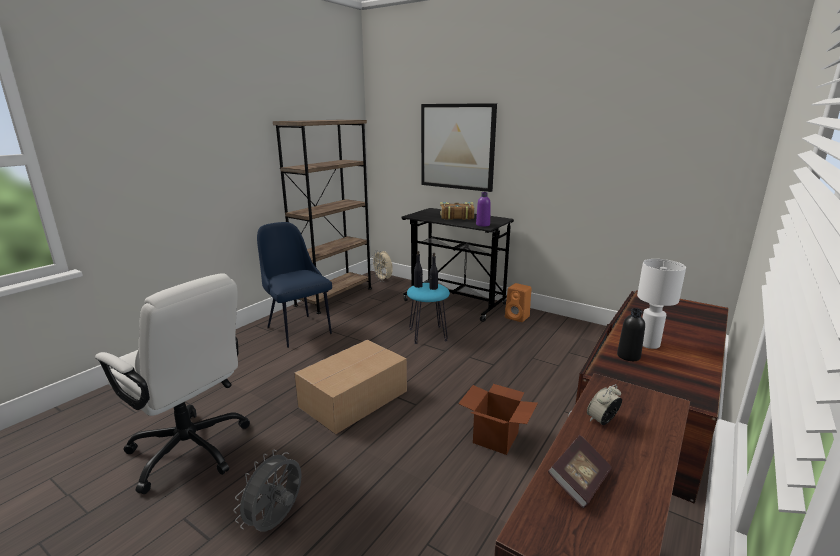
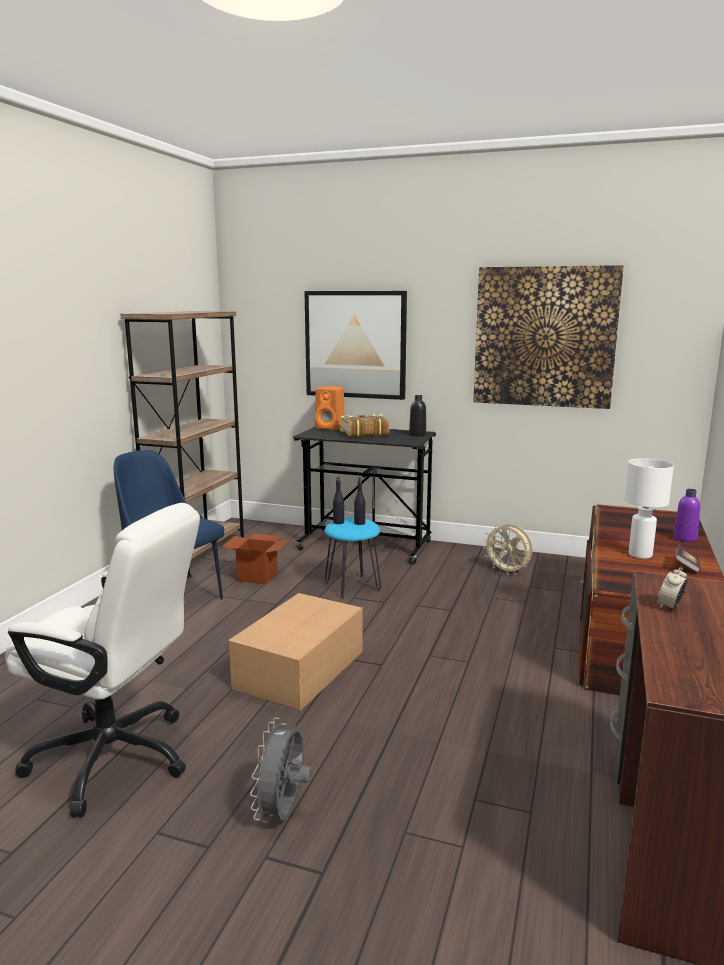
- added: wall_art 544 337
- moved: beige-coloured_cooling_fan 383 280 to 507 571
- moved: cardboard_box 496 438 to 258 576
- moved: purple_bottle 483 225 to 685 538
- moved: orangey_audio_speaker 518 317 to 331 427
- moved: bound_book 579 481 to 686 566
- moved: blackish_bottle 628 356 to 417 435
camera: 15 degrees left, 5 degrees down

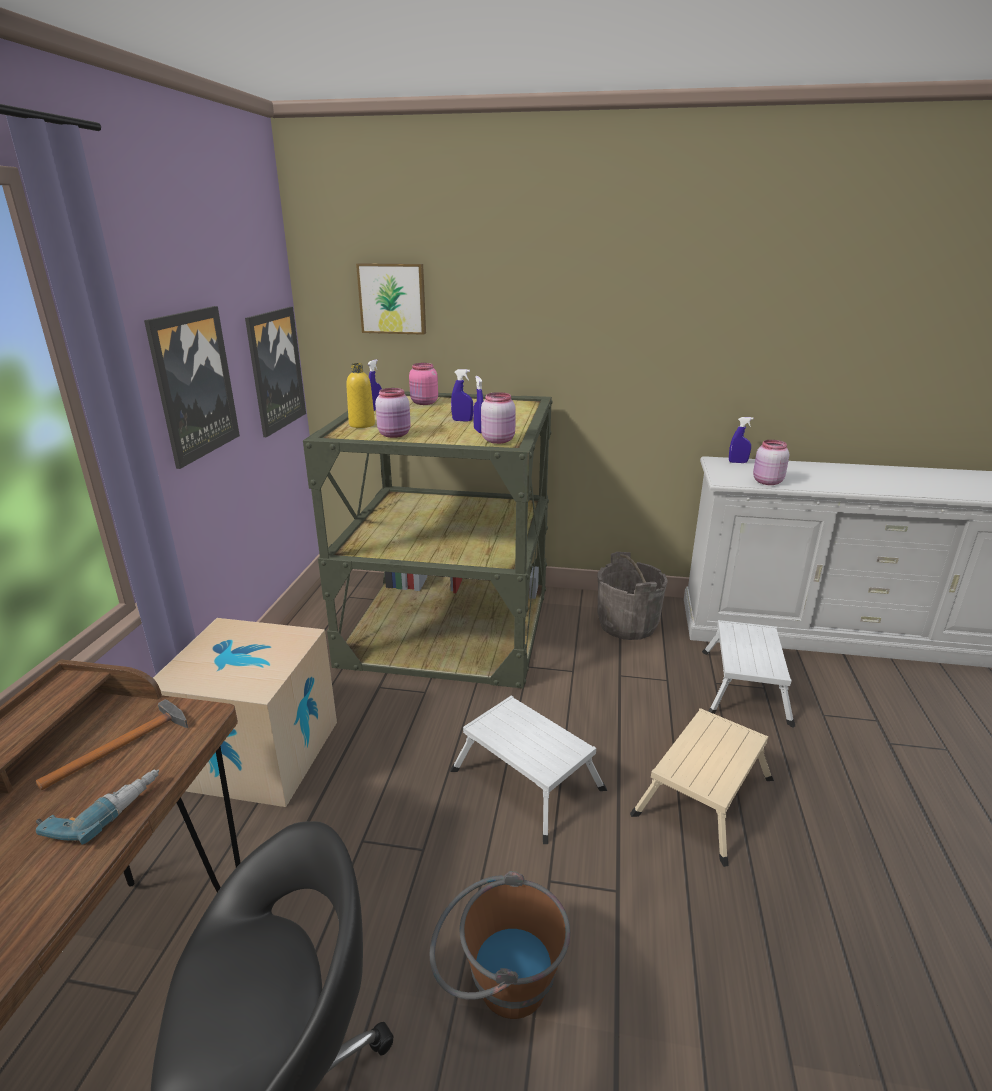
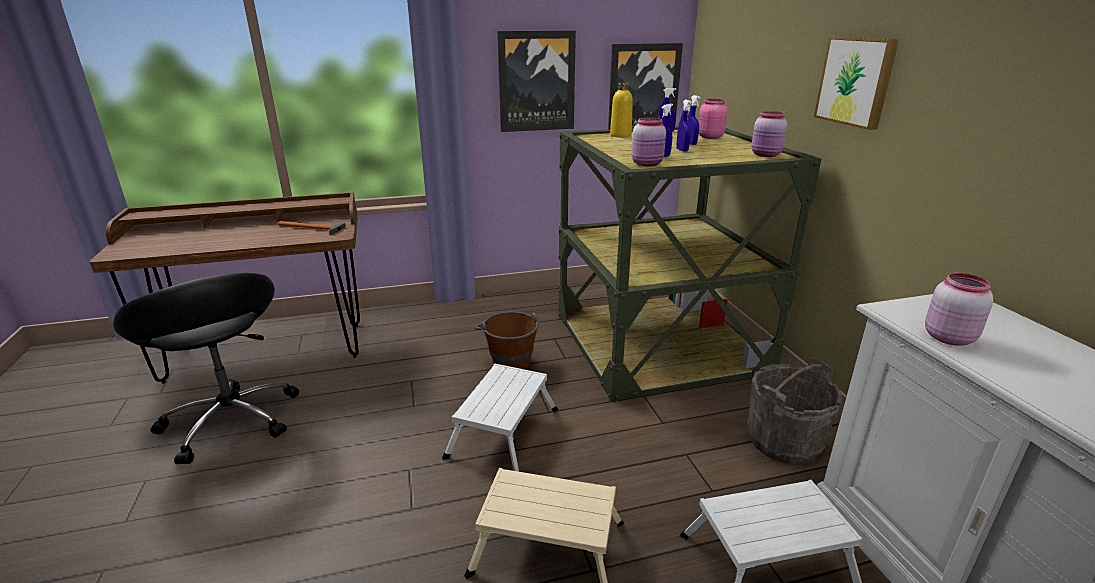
- removed: electric_drill 103 809
- removed: cardboard_box 258 753
- moved: wall_art 393 298 to 856 81
- moved: pink-coloured_jar 395 435 to 766 155
- moved: brown_water_bucket 497 983 to 508 359
- moved: blue_spray_bottle 738 462 to 690 143
camera: 65 degrees right, 0 degrees up

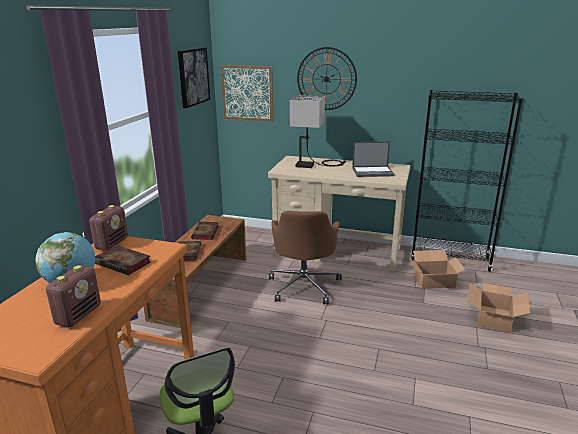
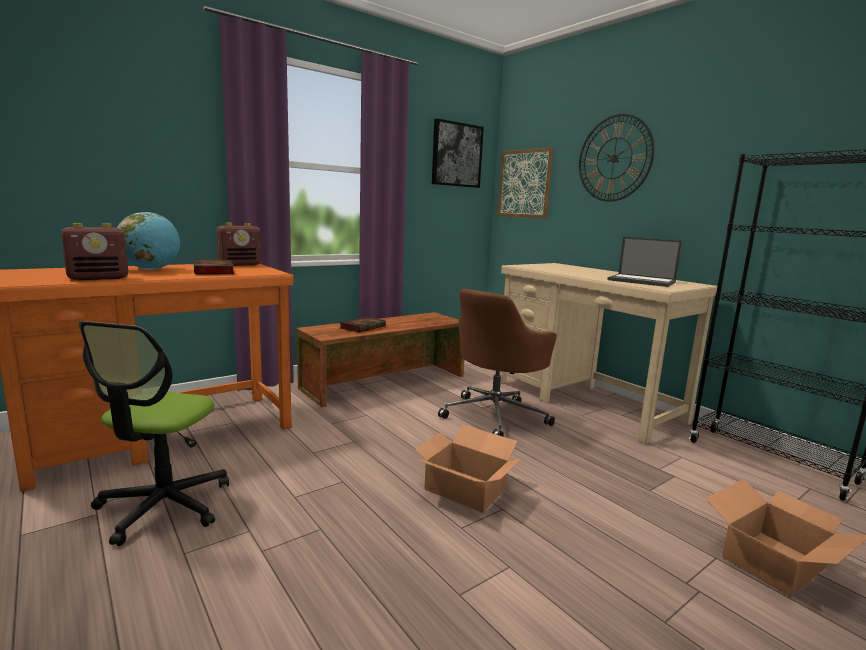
- removed: bound_book 205 233
- removed: tabletop_lamp 317 165
- moved: cardboard_box 433 281 to 465 488
camera: 35 degrees right, 10 degrees down

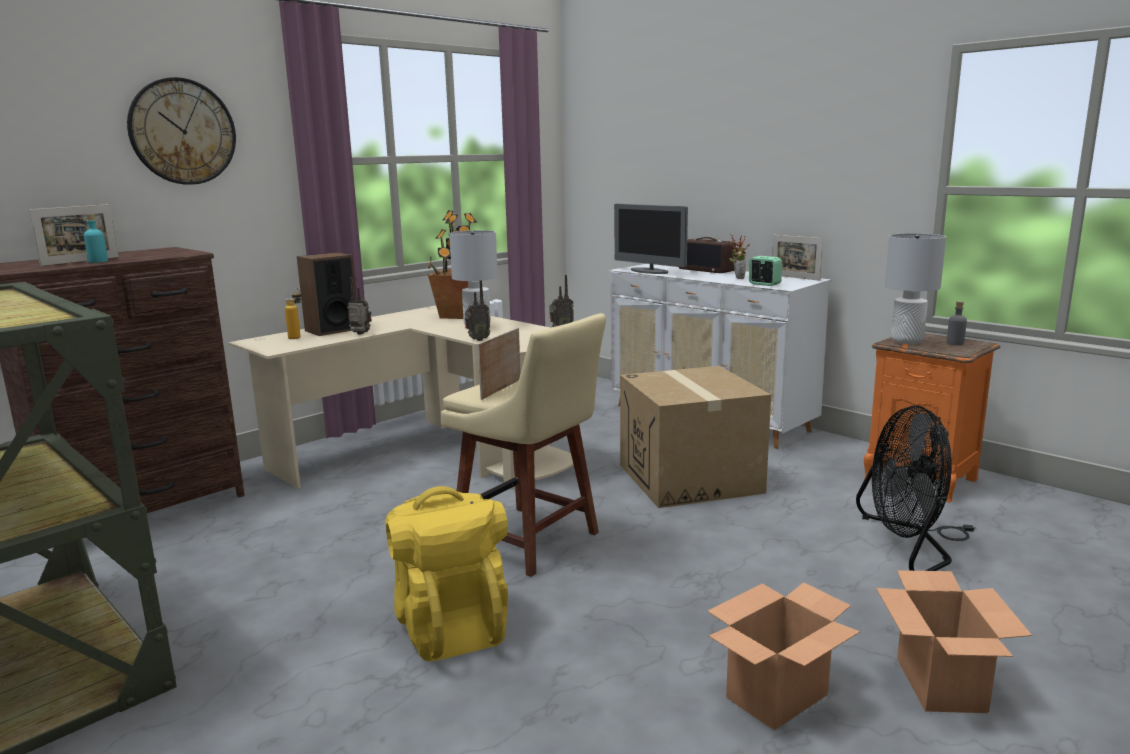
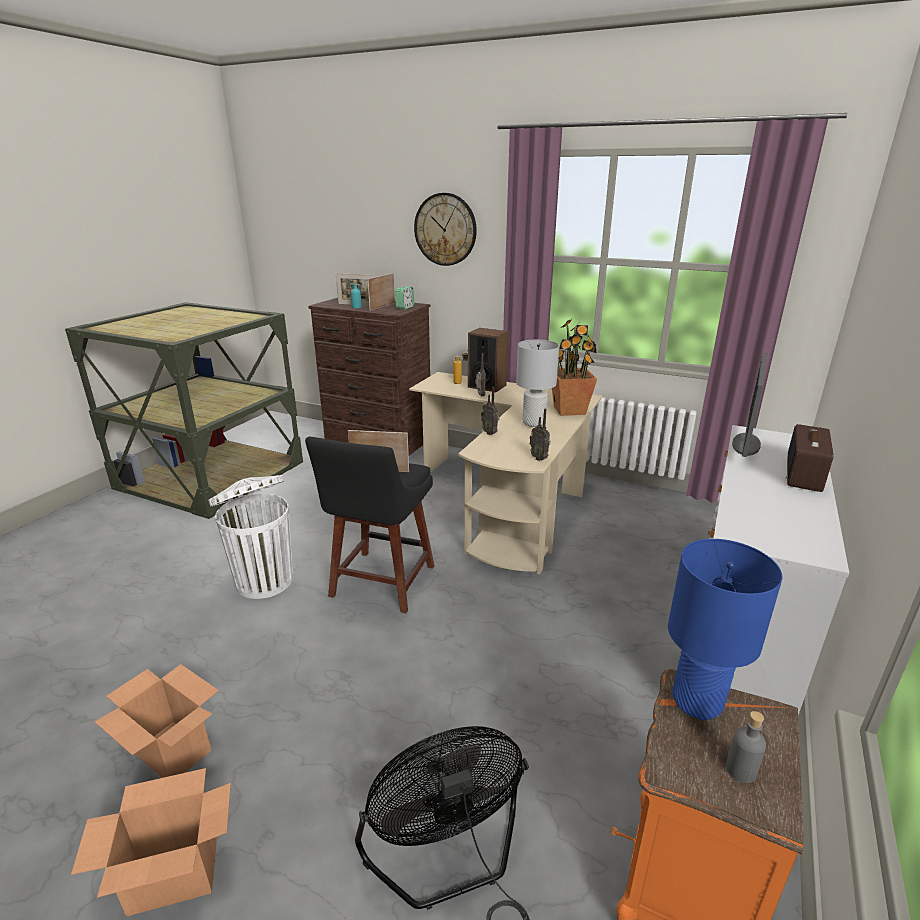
- removed: cardboard_box 690 478
- removed: houseplant 737 278
- moved: alarm_clock 764 284 to 405 307
- moved: standing_frame 795 277 to 382 307
- replaced: yellowish_backpack 451 625 to whitish_waste_bin 263 580
- recoloured: beige-coloured_stool 530 541 to blackish_stool 380 583
- recoloured: grey_tabletop_lamp 906 342 to blue_tabletop_lamp 695 705
camera: 70 degrees right, 10 degrees up

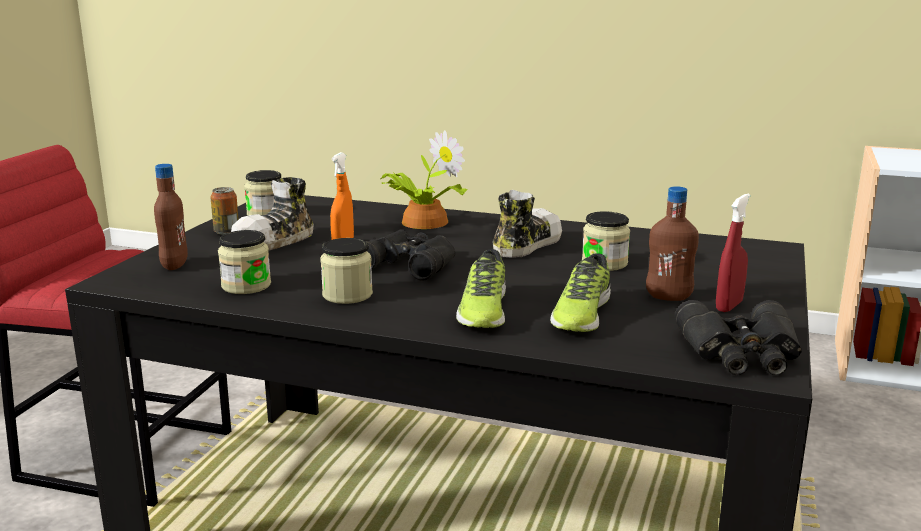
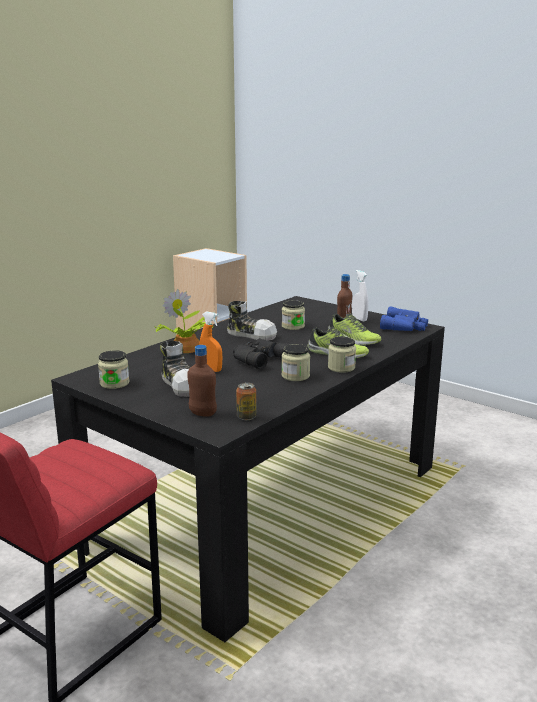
- moved: metal_can 226 232 to 246 417
- moved: jar 246 286 to 341 368
- recoloured: blackish_field_glasses 741 353 to blue_field_glasses 405 326
- recoloured: red-coloured_spray_bottle 729 306 to whitish_spray_bottle 359 319
- turned: low_shoe 524 245 = 251 335 150 degrees clockwise
camera: 70 degrees left, 0 degrees up

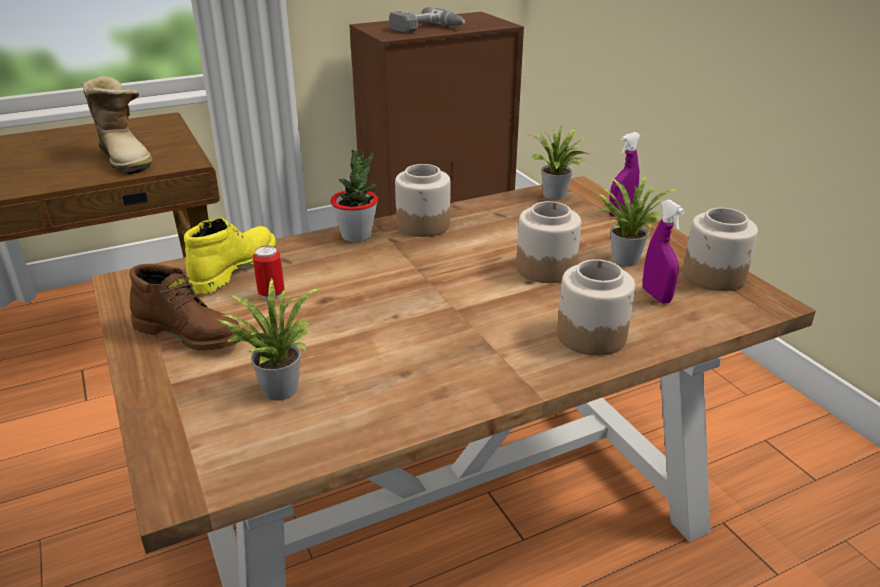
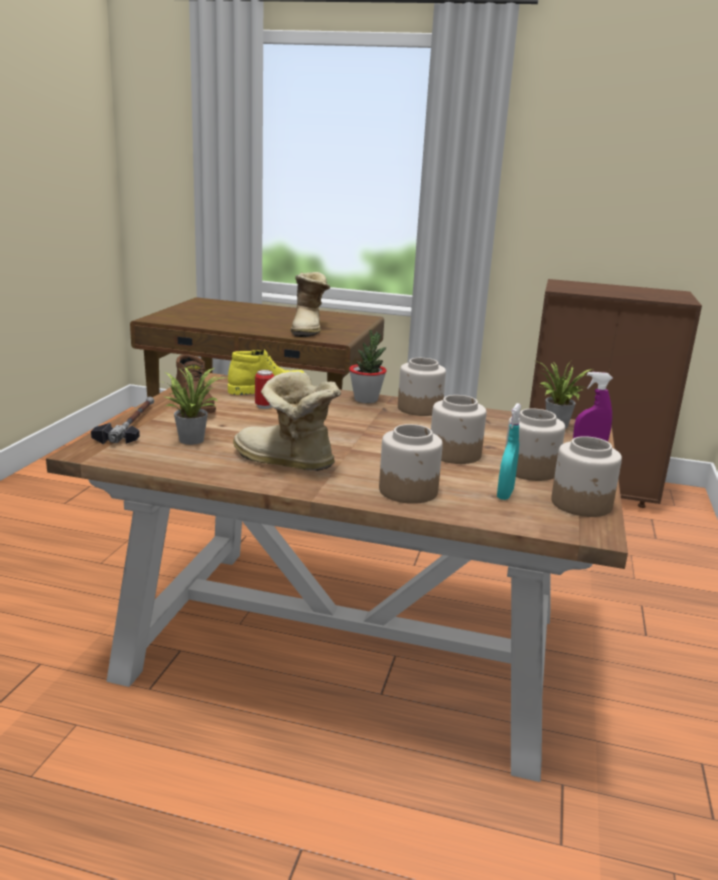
- removed: electric_drill 427 29
- added: hammer 131 424
- added: high-top_boot 283 463
- replaced: houseplant 624 258 to jar 529 470
- recoloured: purple_spray_bottle 656 296 to turquoise-coloured_spray_bottle 505 494
camera: 40 degrees right, 10 degrees down

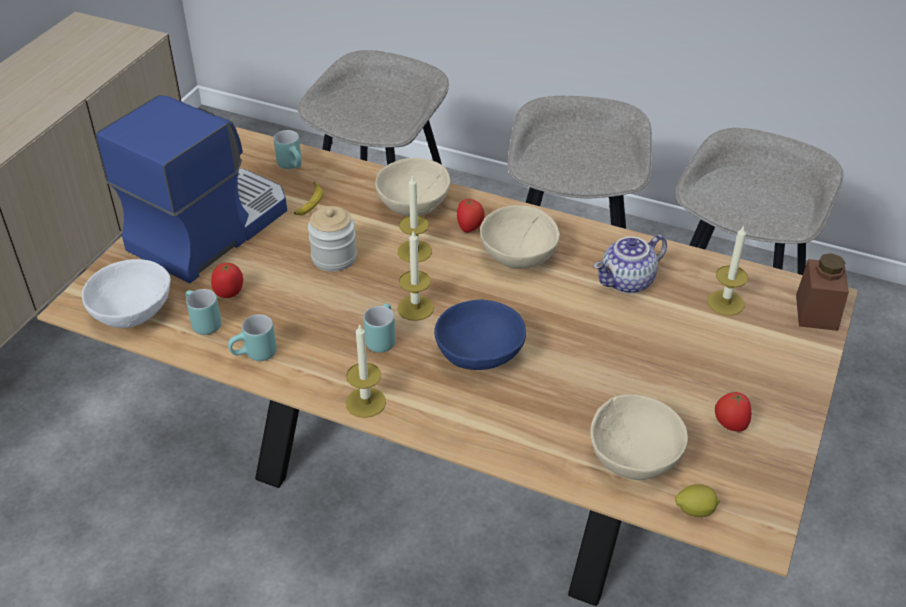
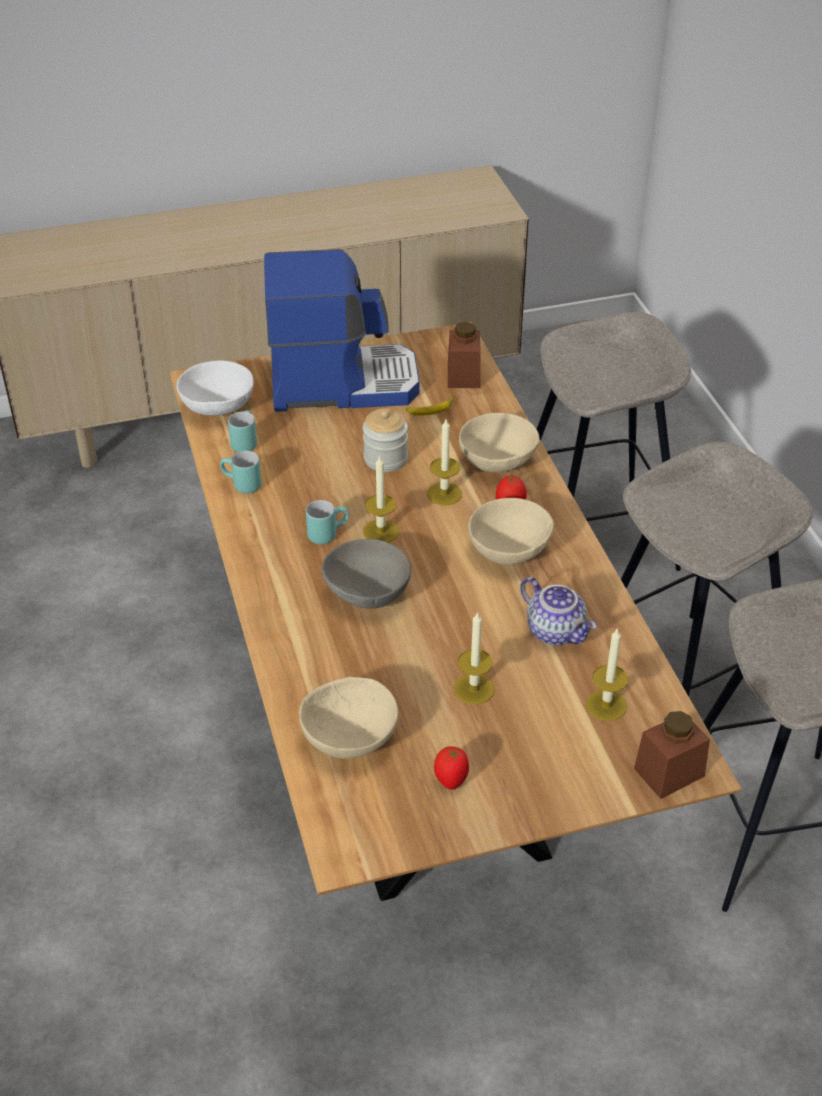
- removed: whole_tomato 229 293
- removed: whole_lemon 694 510
- moved: candle 365 402 to 474 689
- replaced: turquoise-coloured_mug 293 165 to brown_jar 463 376
- recoloured: blue_serving_bowl 480 356 to grey_serving_bowl 368 594
- turned: teapot 627 282 = 557 631 150 degrees counterclockwise
camera: 50 degrees right, 0 degrees up

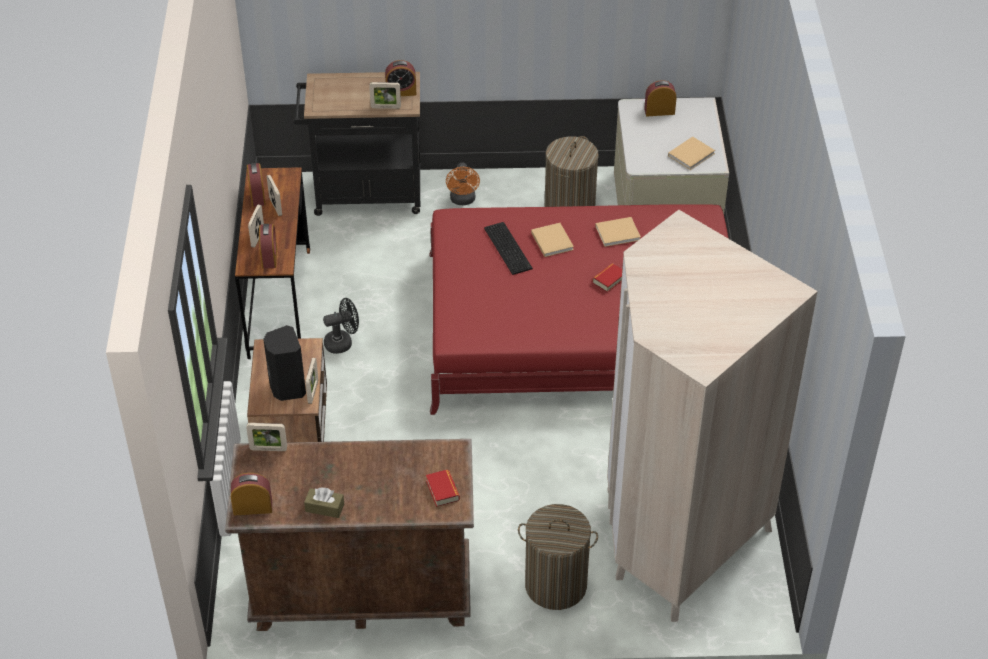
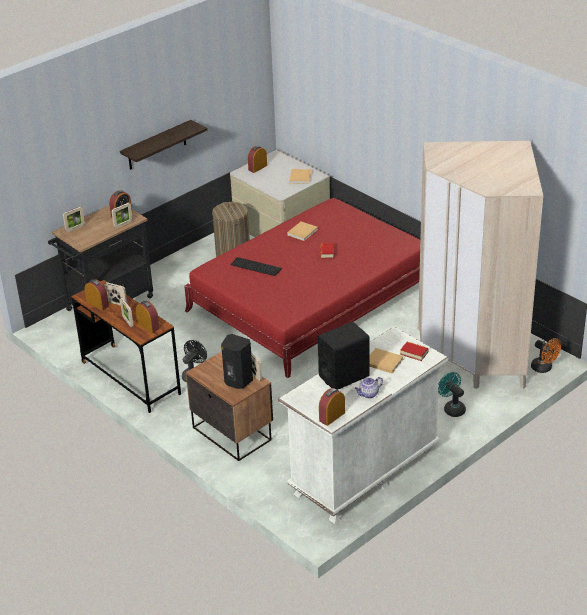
- added: shelf 157 145
- added: blackish_audio_speaker 344 376
- moved: standing_frame 268 449 to 75 228
- moved: orangey_cooling_fan 463 200 to 544 368
- moved: beige-coloured_bound_book 551 240 to 382 361
- replaced: brown_tissue_holder 324 508 to teapot 368 394
- replaced: laundry_basket 555 585 to turquoise-coloured_cooling_fan 452 408
- recoloured: brown_chest_of_drawers 361 594 to whitish_chest_of_drawers 364 473
camera: 40 degrees left, 10 degrees down

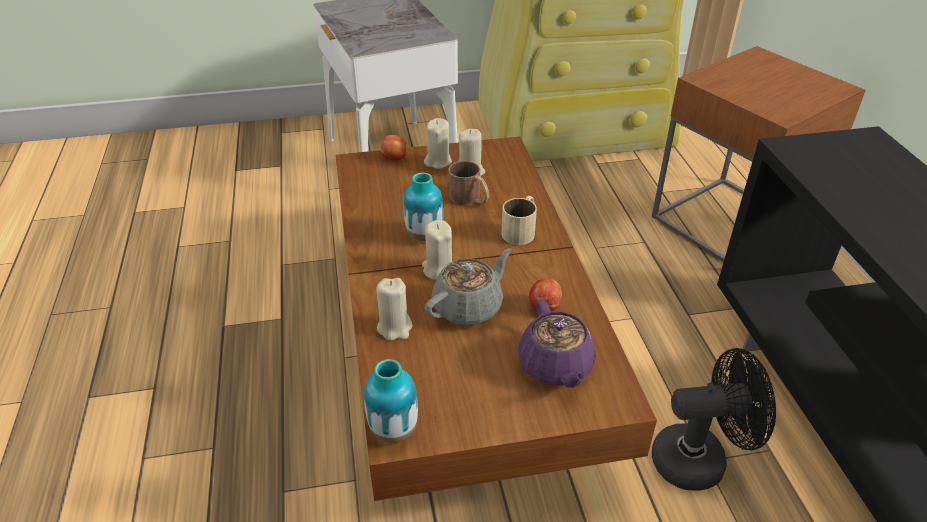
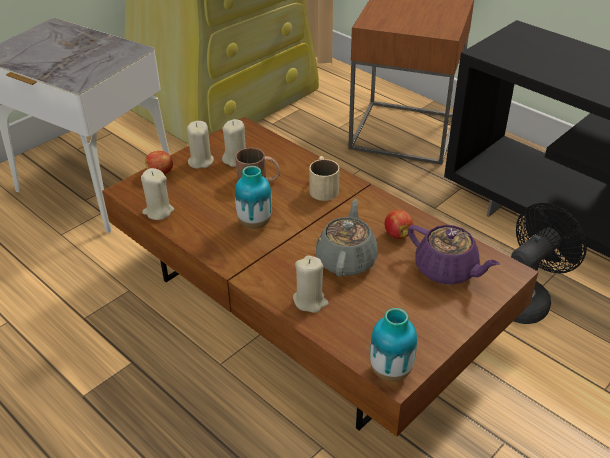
- moved: beige-coloured_candle 438 269 to 158 211
camera: 35 degrees left, 0 degrees up

